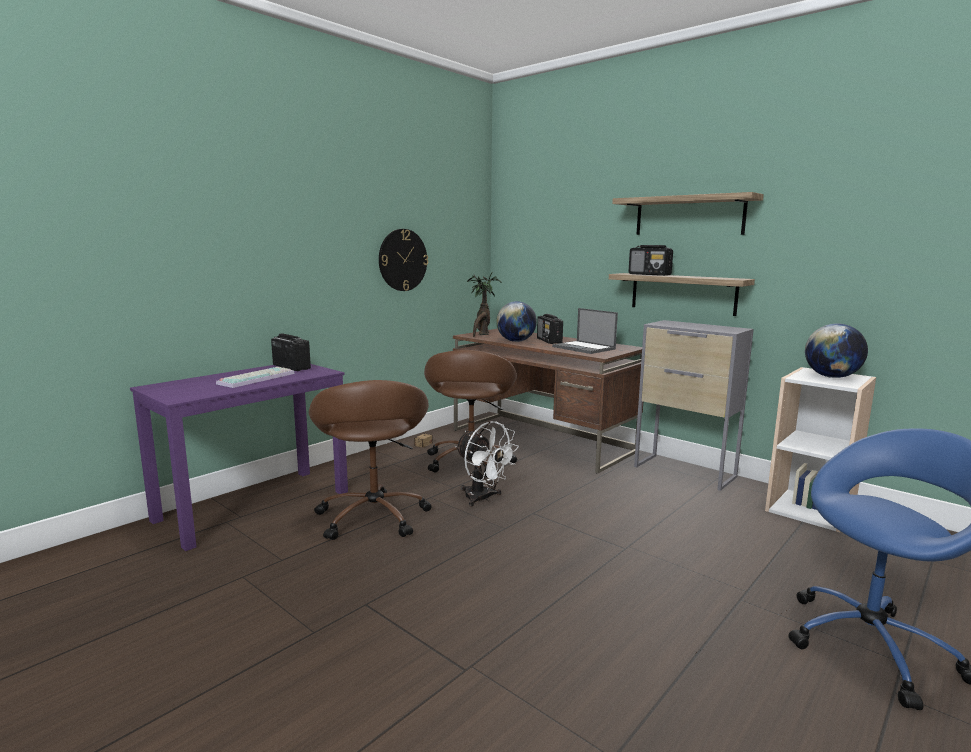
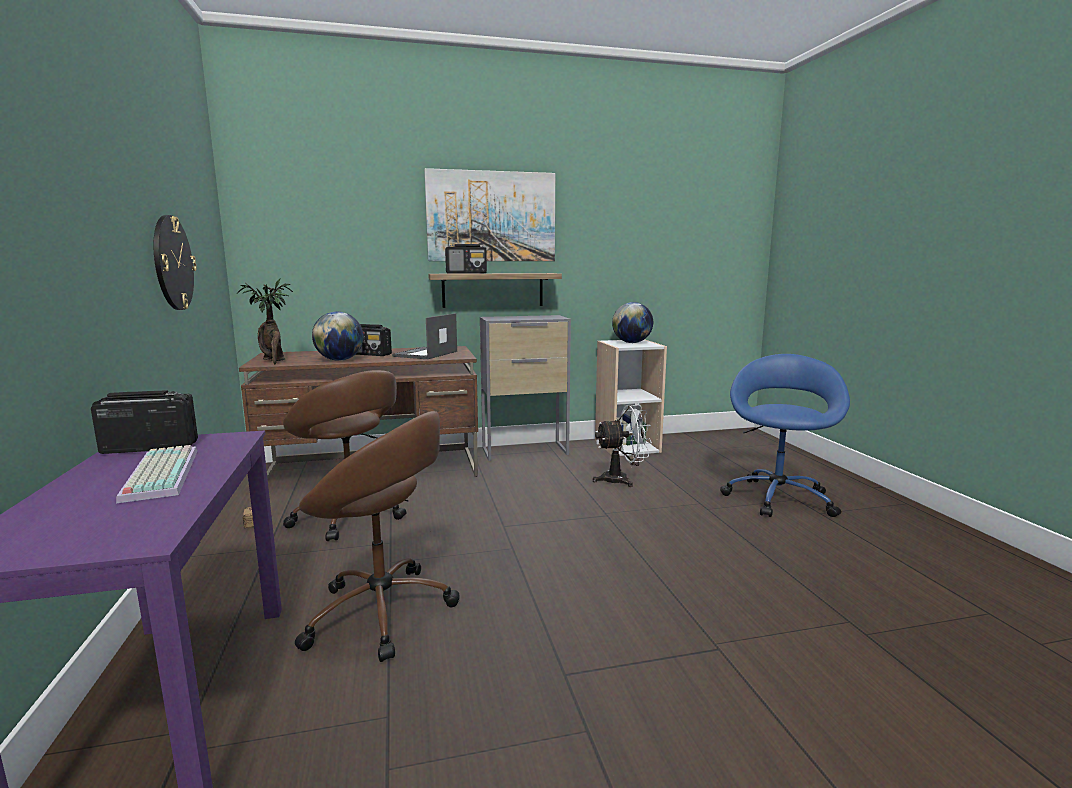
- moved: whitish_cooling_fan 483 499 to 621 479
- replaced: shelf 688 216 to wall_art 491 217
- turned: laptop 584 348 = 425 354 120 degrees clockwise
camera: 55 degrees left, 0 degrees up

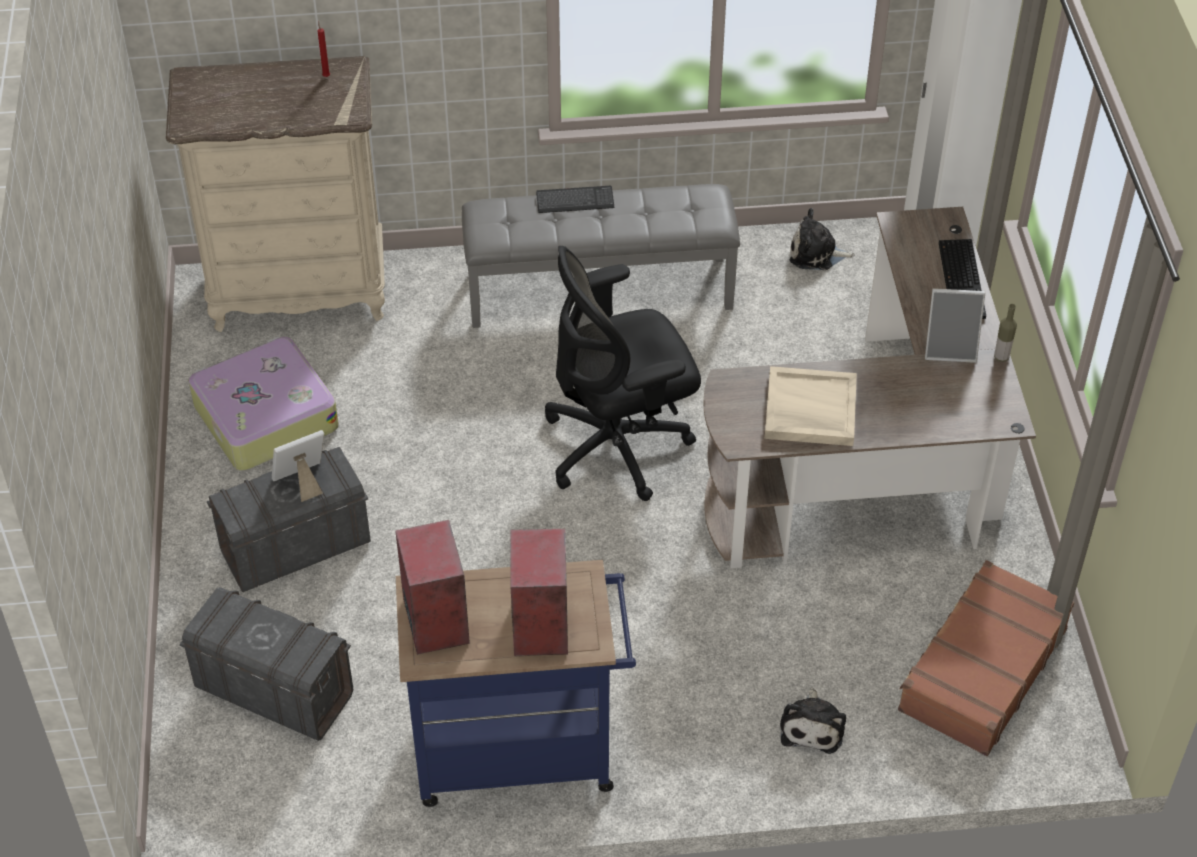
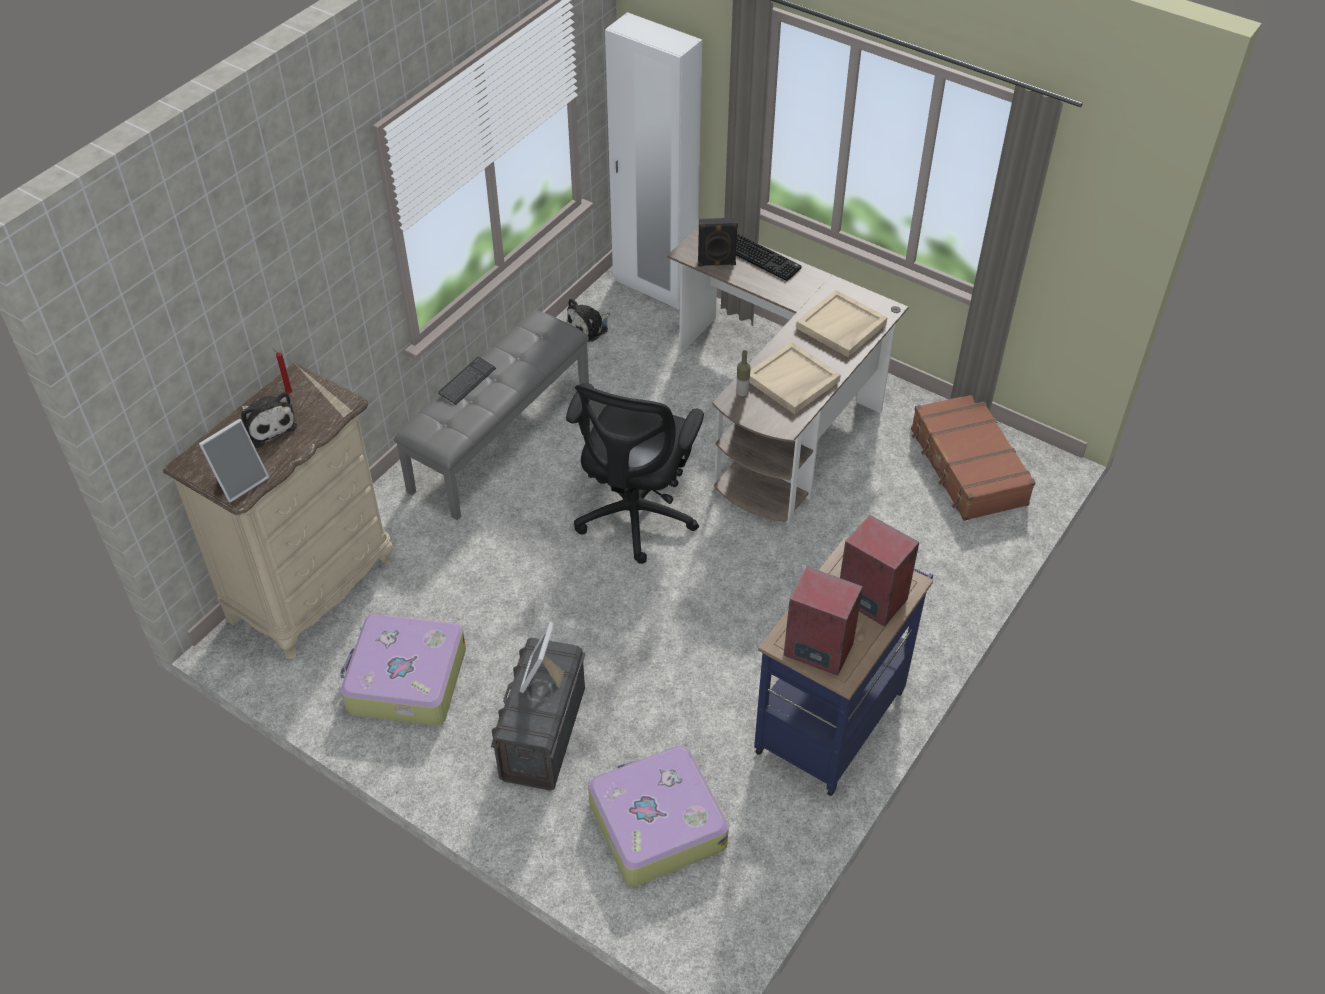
- added: blackish_audio_speaker 716 263
- added: beige-coloured_carrying_tray 841 327
- moved: soft_toy 812 726 to 266 425
- moved: standing_frame 950 348 to 240 481
- moved: bottle 1001 357 to 742 394
- replaced: grey_storage_box 274 690 to suitcase 655 823
camera: 50 degrees left, 0 degrees up

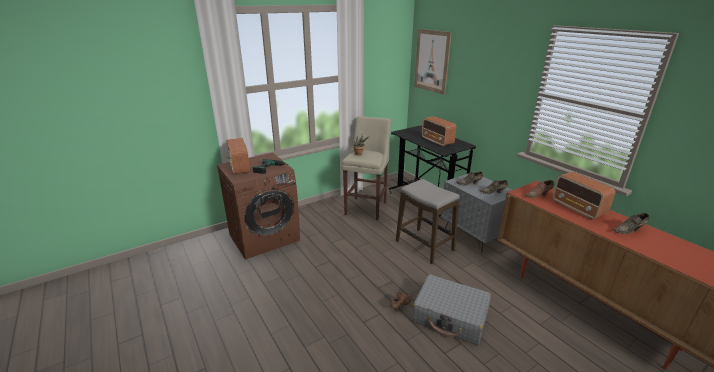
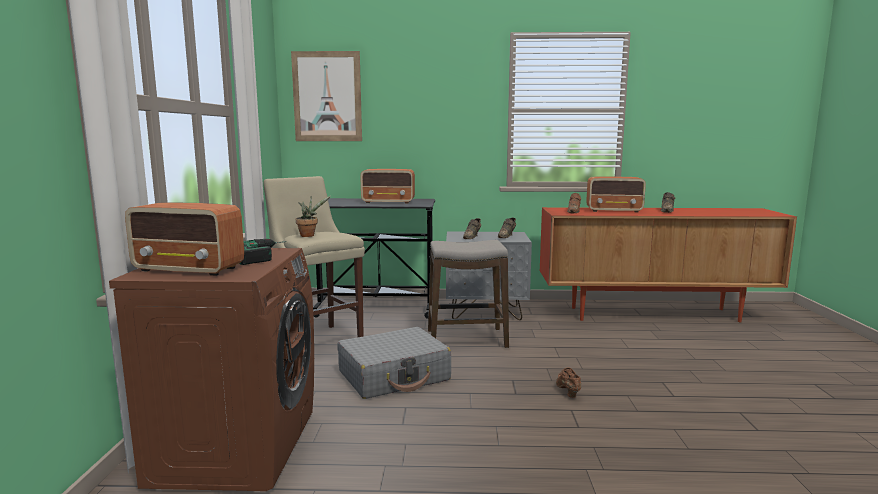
- moved: grey_suitcase 450 316 to 394 376
camera: 55 degrees left, 15 degrees down

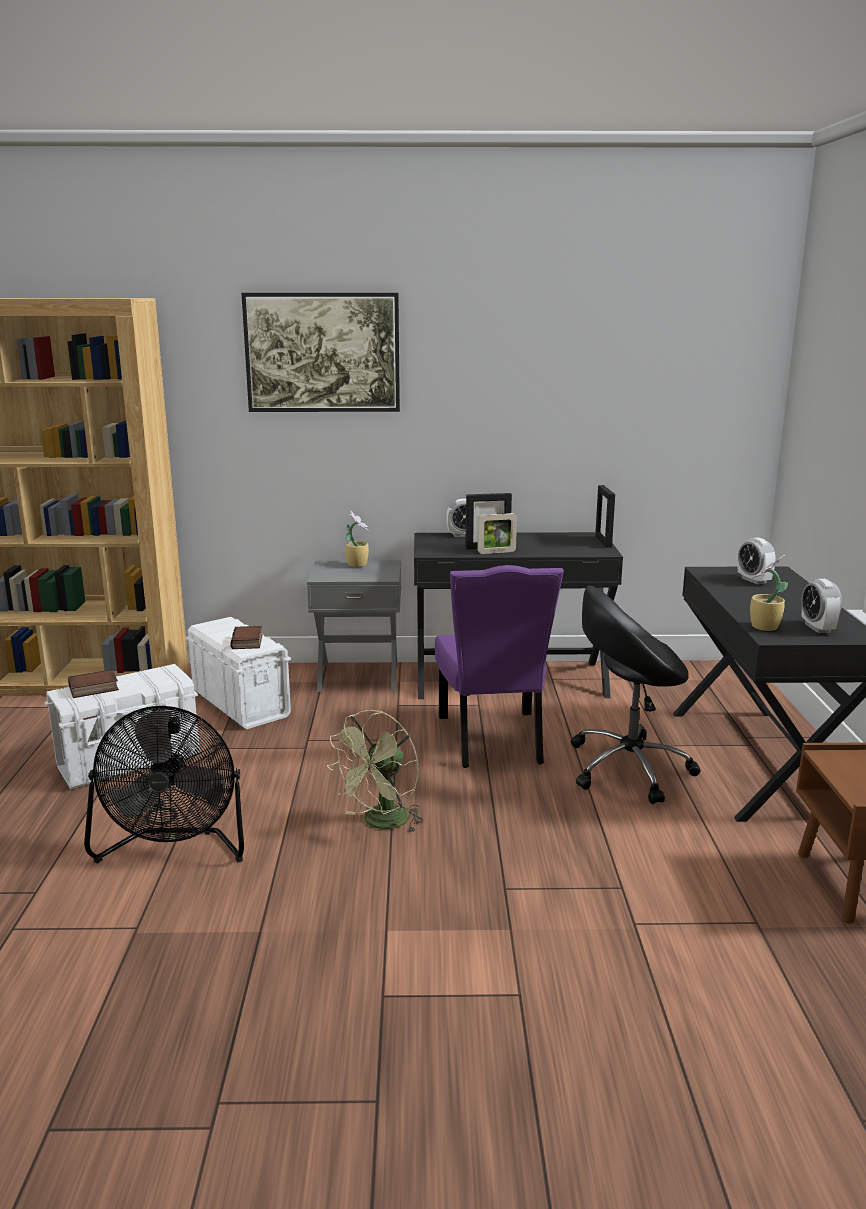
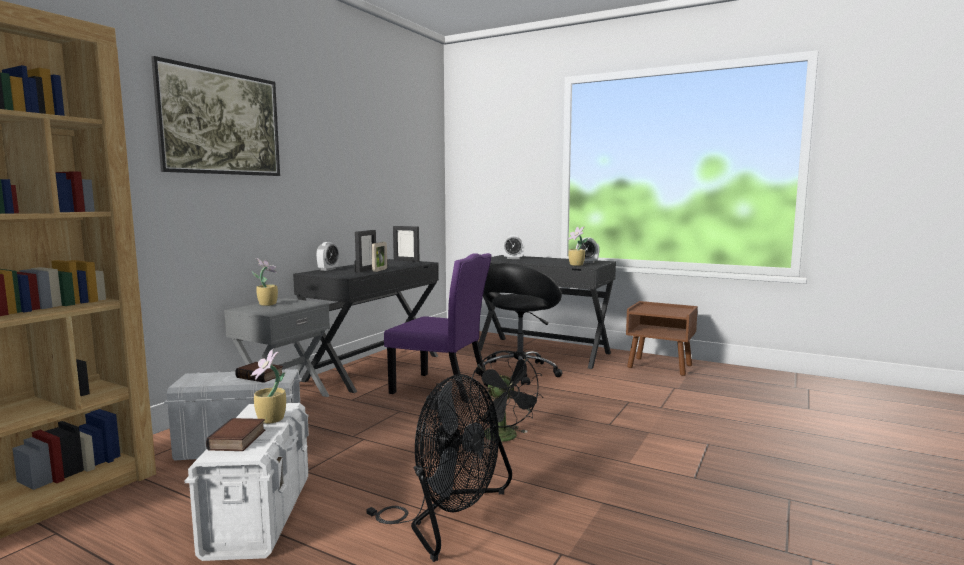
- added: houseplant 271 420
- recoloured: green_cooling_fan 381 823 to blackish_cooling_fan 505 438
camera: 60 degrees left, 10 degrees down

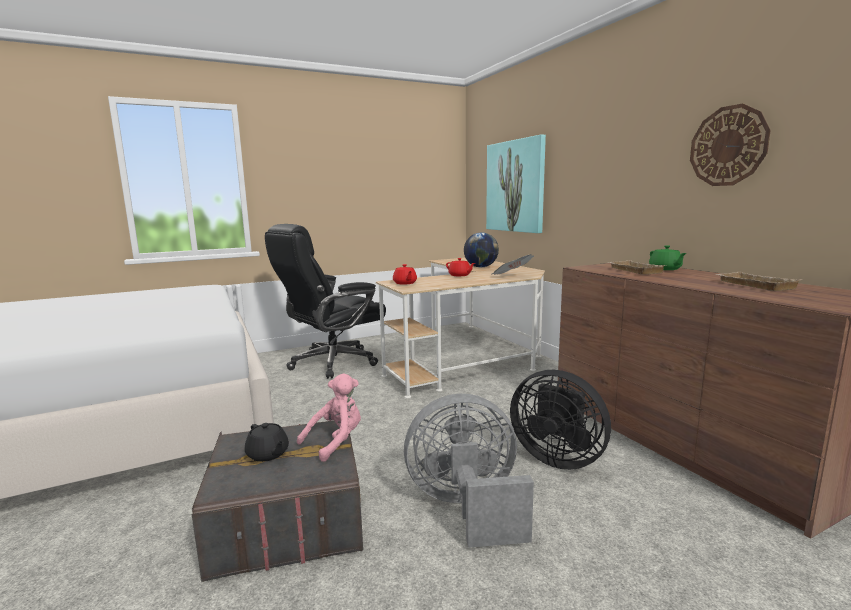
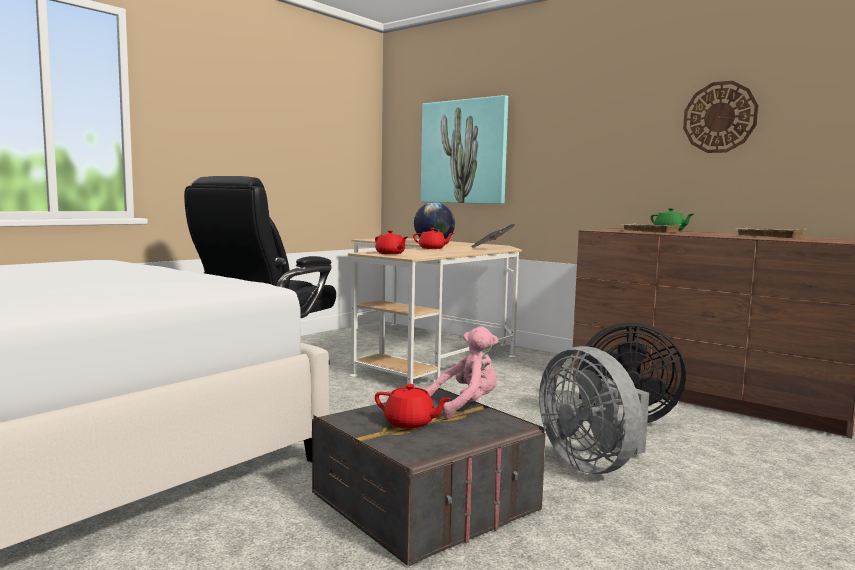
- recoloured: blackish_teapot 268 454 to red-coloured_teapot 410 423
- turned: pink-coloured_soft_toy 336 441 = 465 406 45 degrees clockwise
- turned: grey_cooling_fan 467 508 = 592 464 90 degrees counterclockwise
camera: 25 degrees left, 5 degrees down

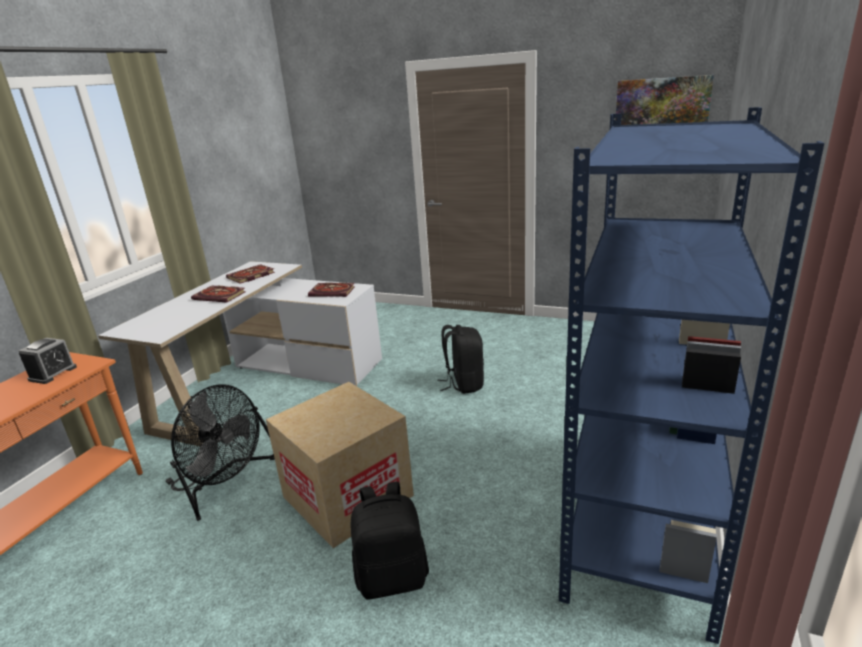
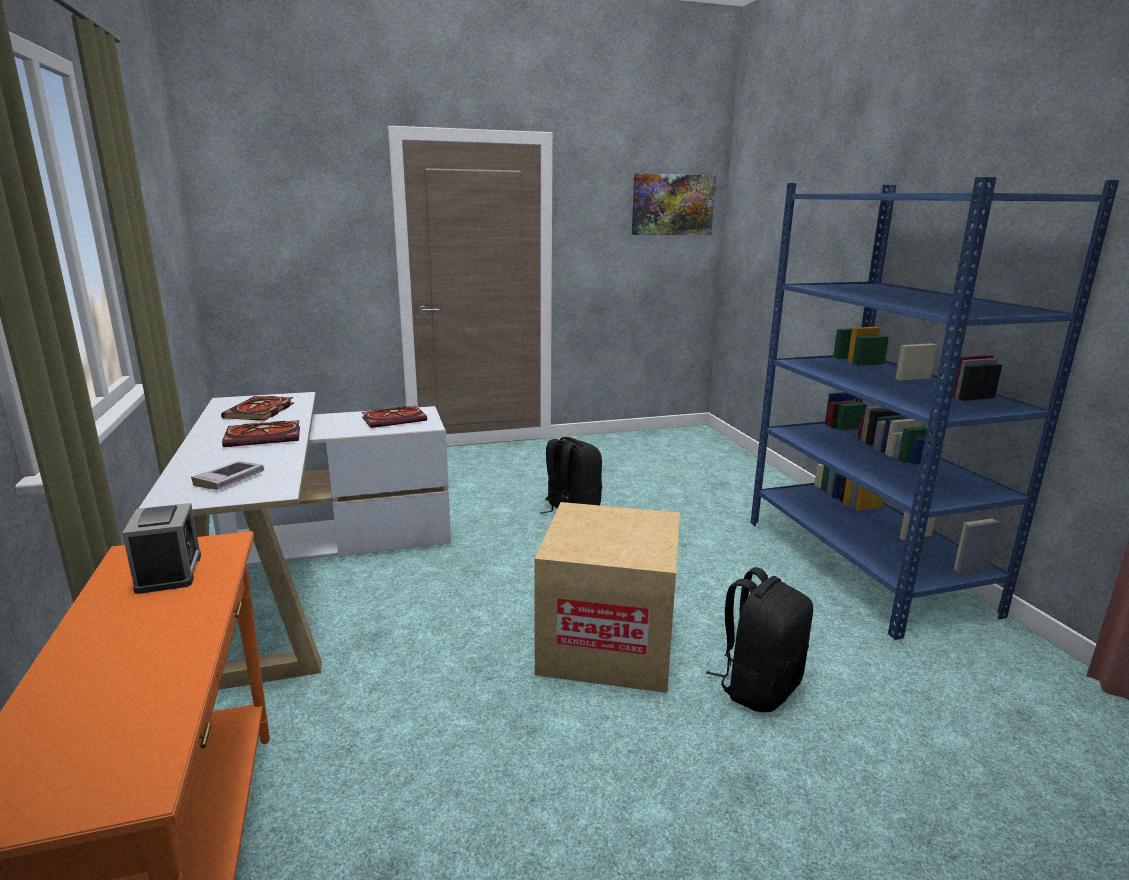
- removed: blackish_cooling_fan 221 483
- added: bound_book 229 480
camera: 40 degrees left, 5 degrees down

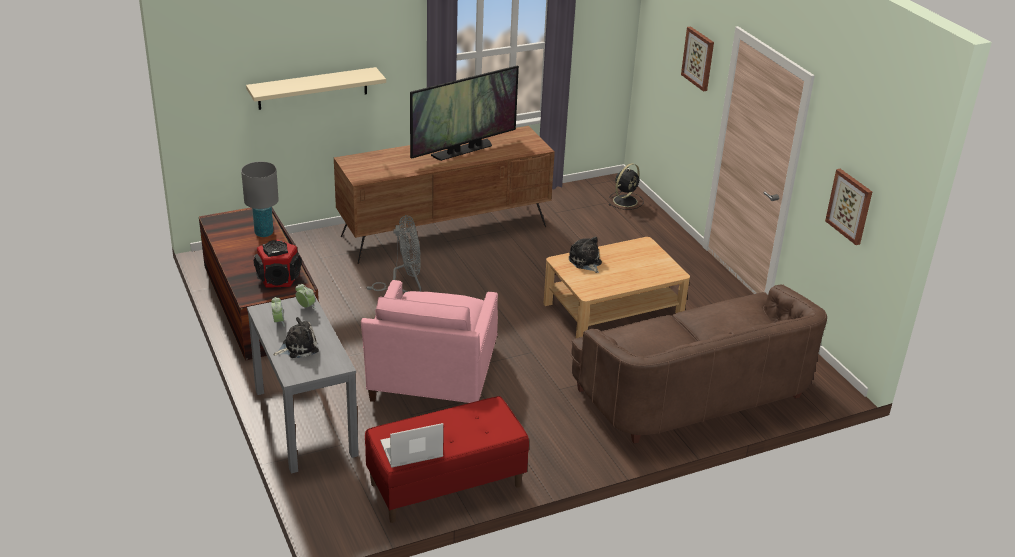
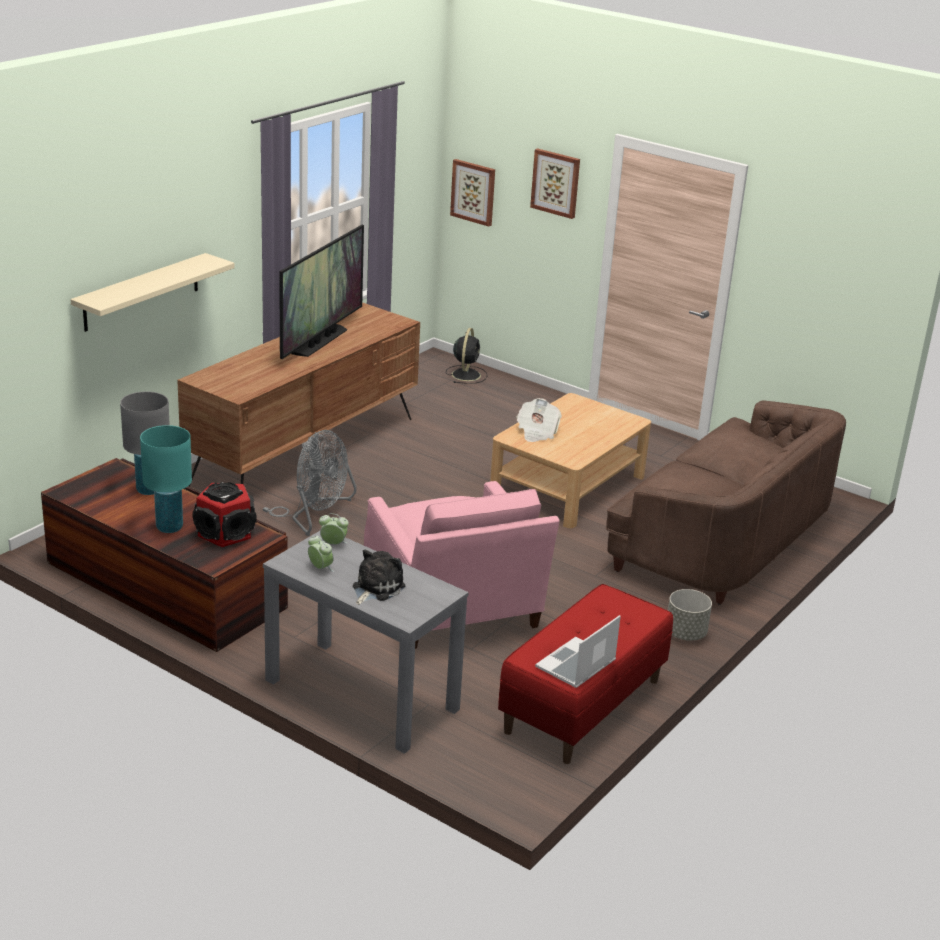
- added: turquoise-coloured_tabletop_lamp 169 527
- added: grey_flower_pot 685 634
- moved: wall_art 850 206 to 473 192
- replaced: soft_toy 585 262 to printed_paper 537 432
- turned: grey_cooling_fan 403 280 = 313 514 60 degrees clockwise
camera: 30 degrees left, 5 degrees down

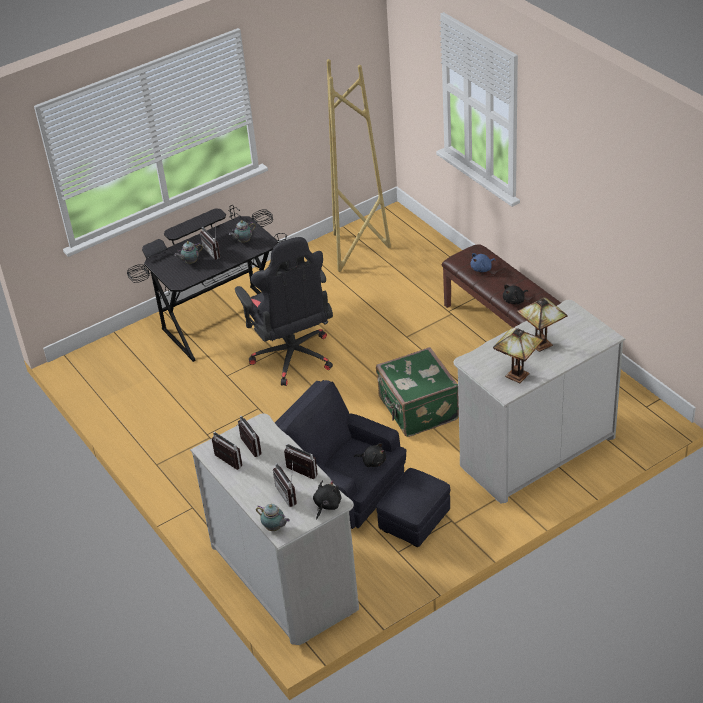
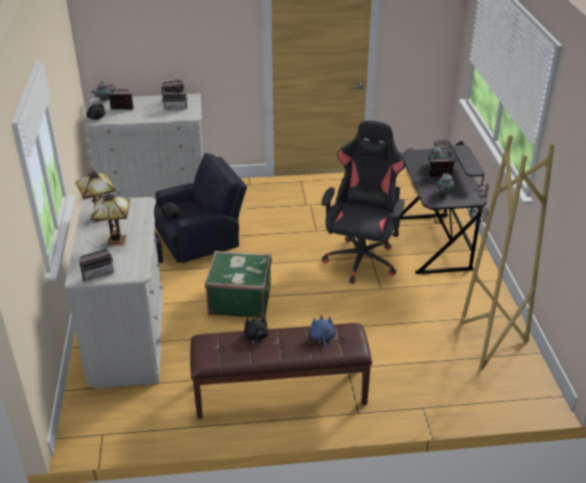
- moved: radio_receiver 299 474 to 97 273
- turned: blackish_computer_chair 292 356 = 361 262 105 degrees clockwise
camera: 115 degrees right, 5 degrees down

